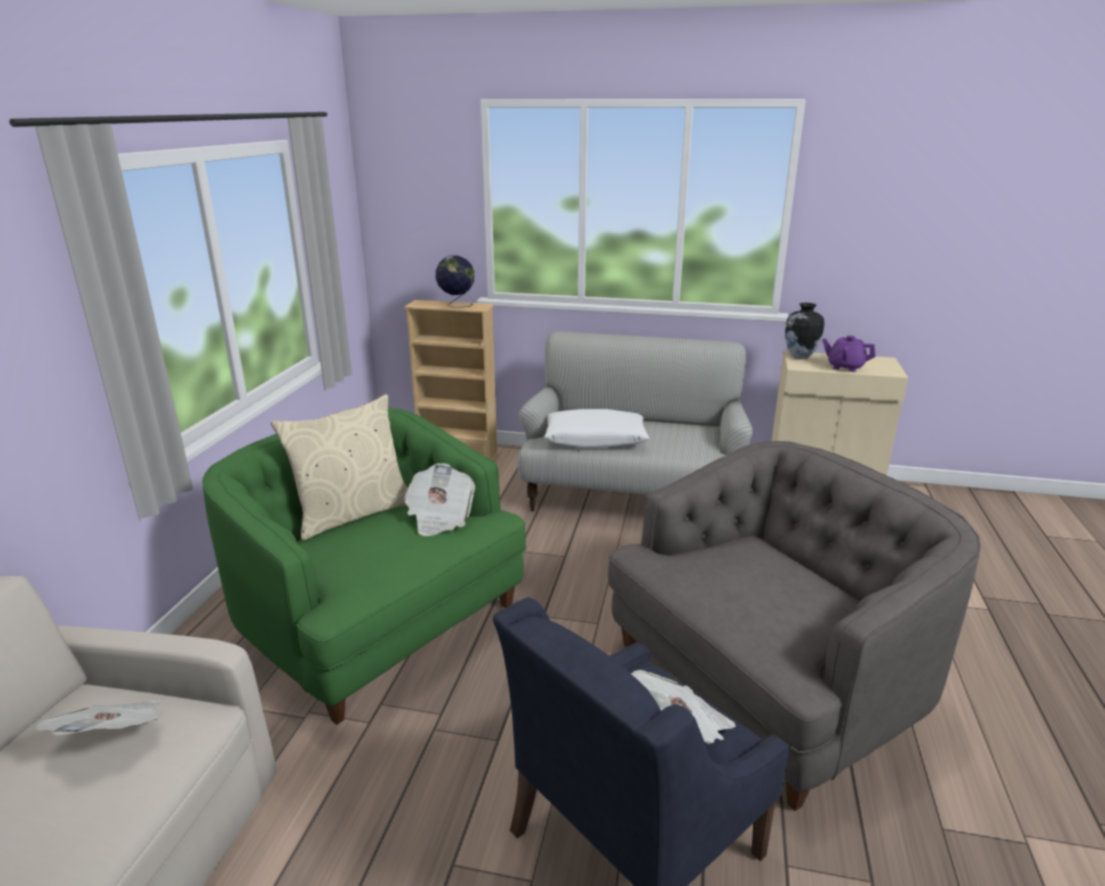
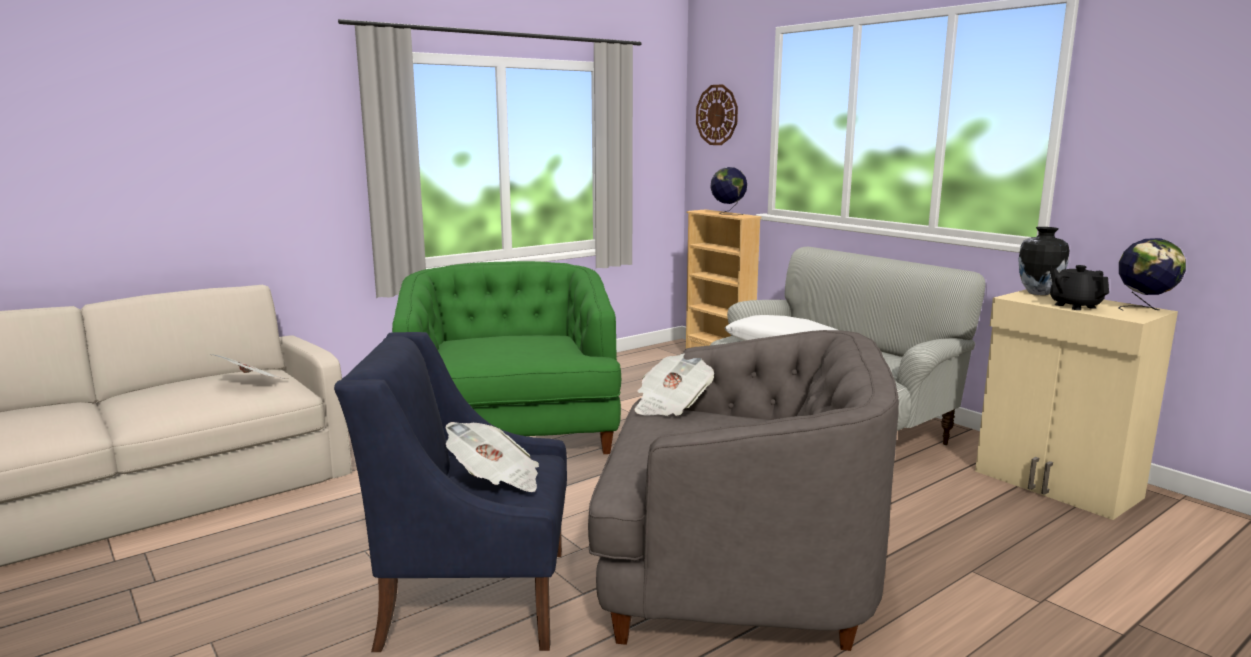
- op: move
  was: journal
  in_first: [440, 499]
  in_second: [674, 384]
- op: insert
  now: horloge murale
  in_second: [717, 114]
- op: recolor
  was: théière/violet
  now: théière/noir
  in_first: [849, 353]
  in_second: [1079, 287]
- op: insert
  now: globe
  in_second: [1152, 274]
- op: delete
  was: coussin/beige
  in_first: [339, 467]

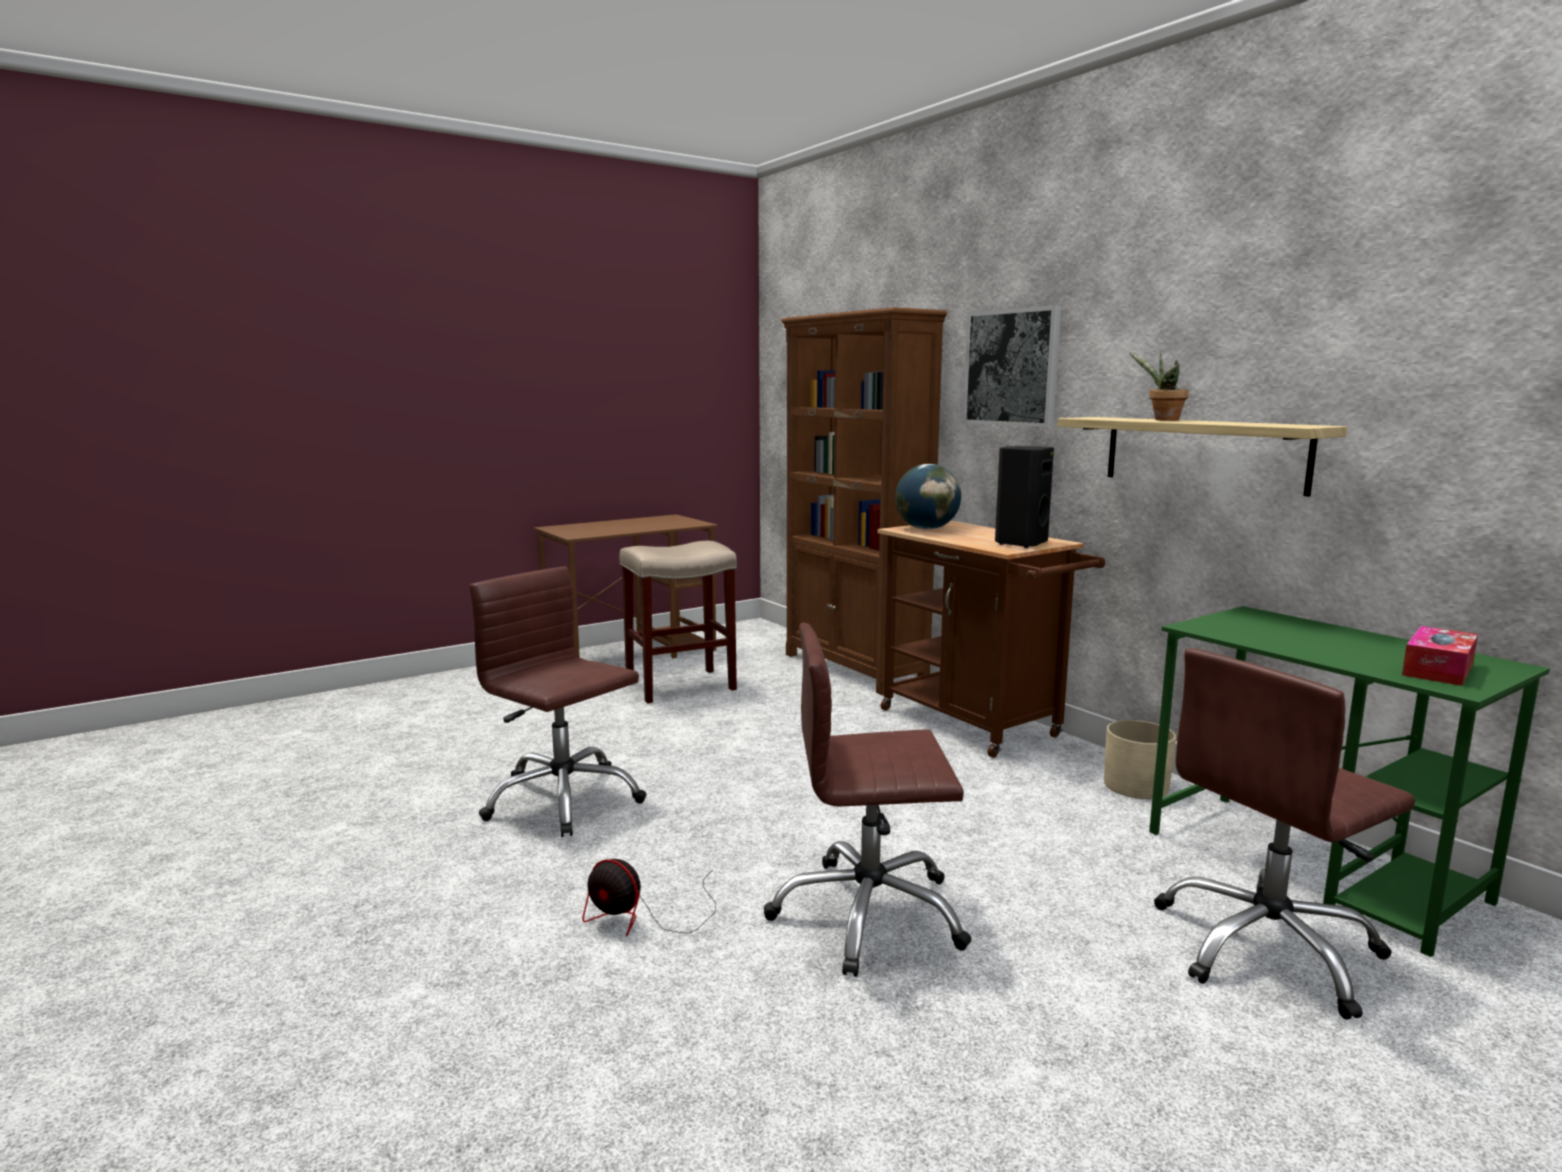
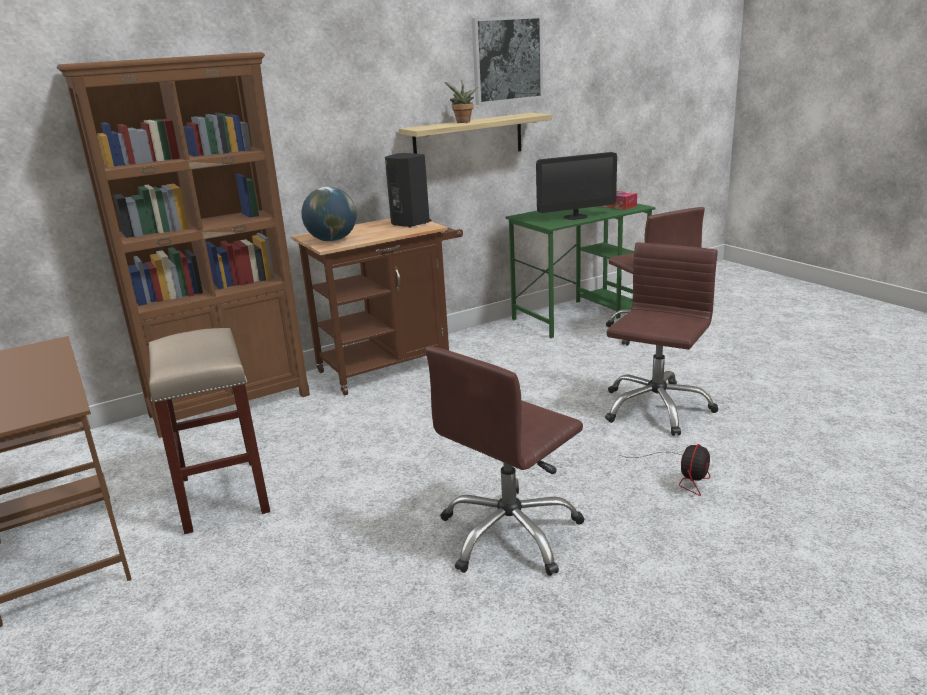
- op: move
  was: tableau
  in_first: [1012, 366]
  in_second: [507, 60]
- op: insert
  now: écran d'ordinateur
  in_second: [576, 186]
- op: rotate
  was: chaise de bureau/marron
  in_first: [868, 800]
  in_second: [661, 339]
  clockwise: -150
- op: delete
  was: cache-pot/beige
  in_first: [1140, 759]

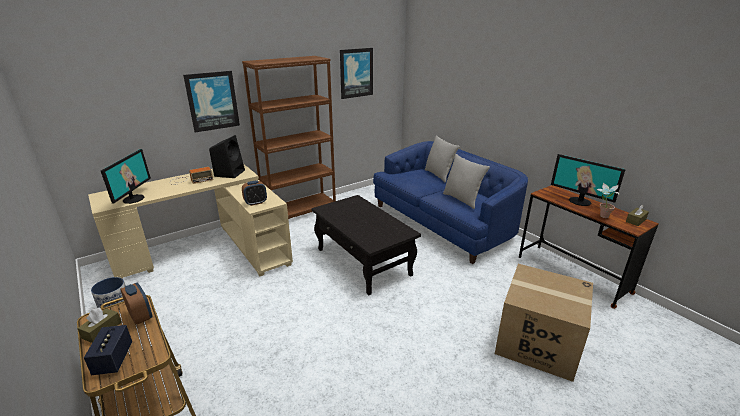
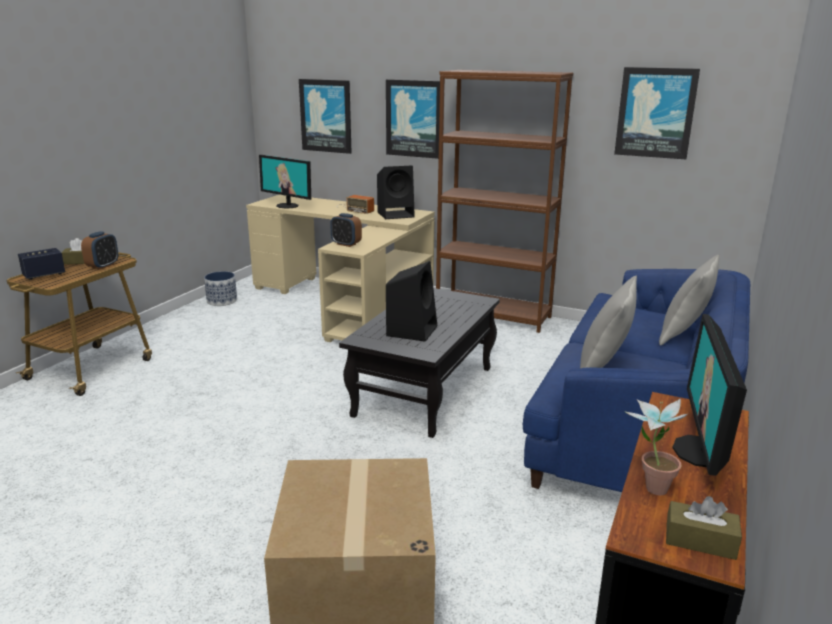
- op: rotate
  was: écran d'ordinateur
  in_first: [126, 176]
  in_second: [285, 182]
  clockwise: 60
- op: insert
  now: tableau
  in_second: [325, 116]
- op: insert
  now: enceinte/noir
  in_second: [411, 301]

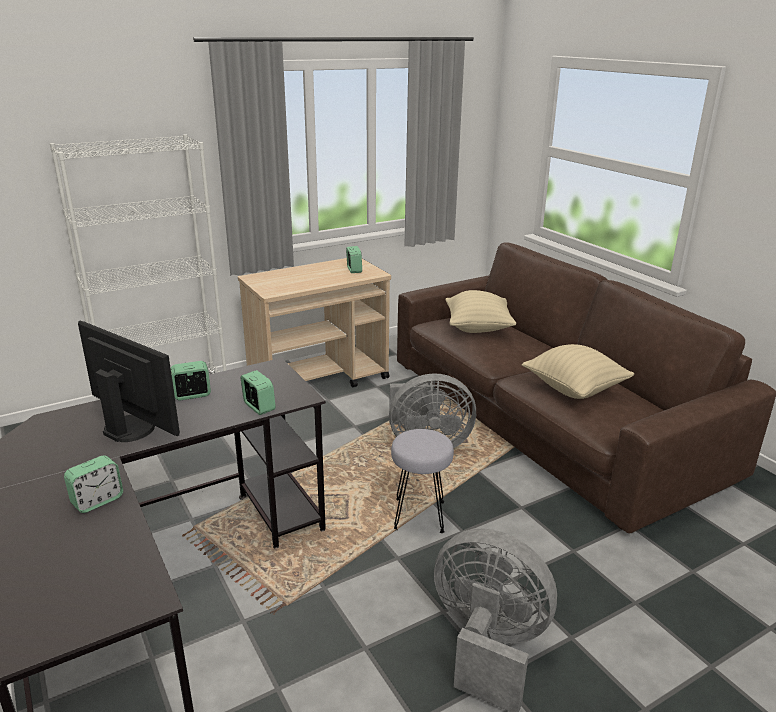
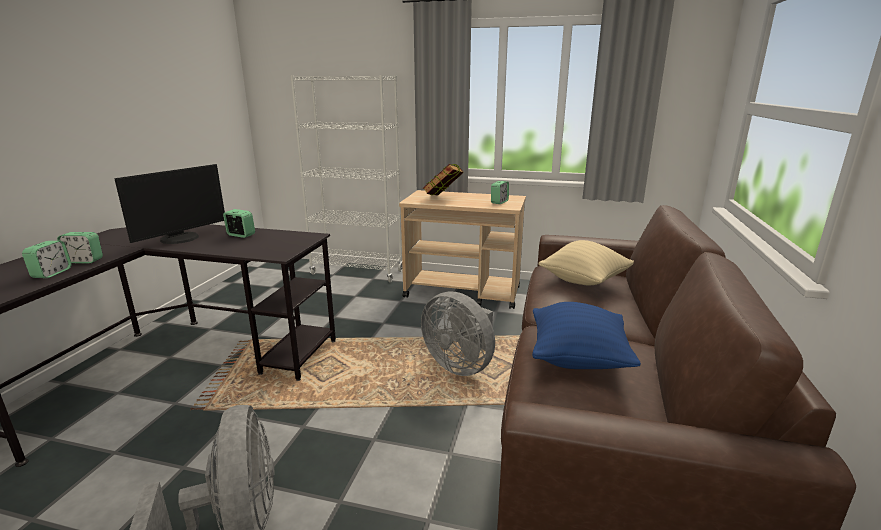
- op: move
  was: réveil
  in_first: [258, 392]
  in_second: [47, 259]
- op: rotate
  was: écran d'ordinateur
  in_first: [129, 381]
  in_second: [169, 204]
  clockwise: 45
- op: insert
  now: livre
  in_second: [443, 180]
- op: recolor
  was: coussin/beige
  now: coussin/bleu
  in_first: [578, 371]
  in_second: [586, 335]
- op: delete
  was: tabouret/gris
  in_first: [422, 481]

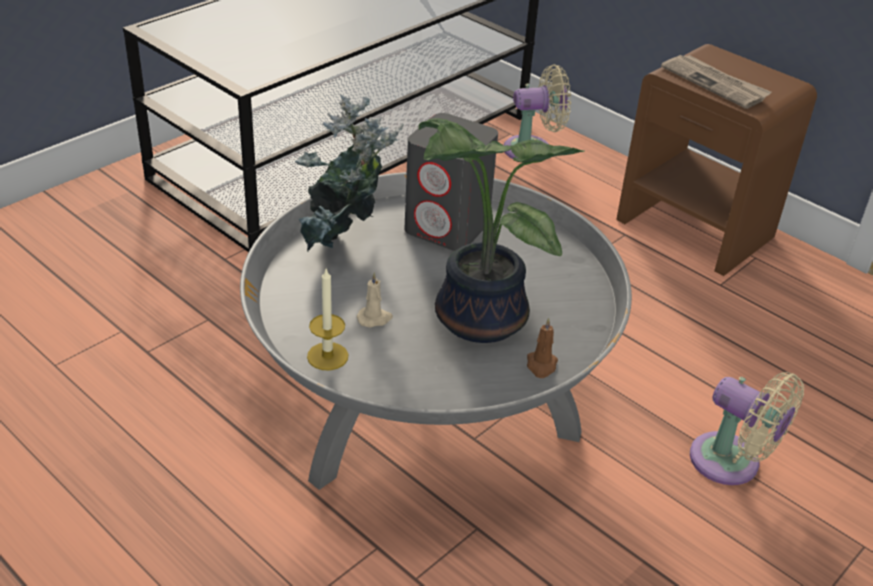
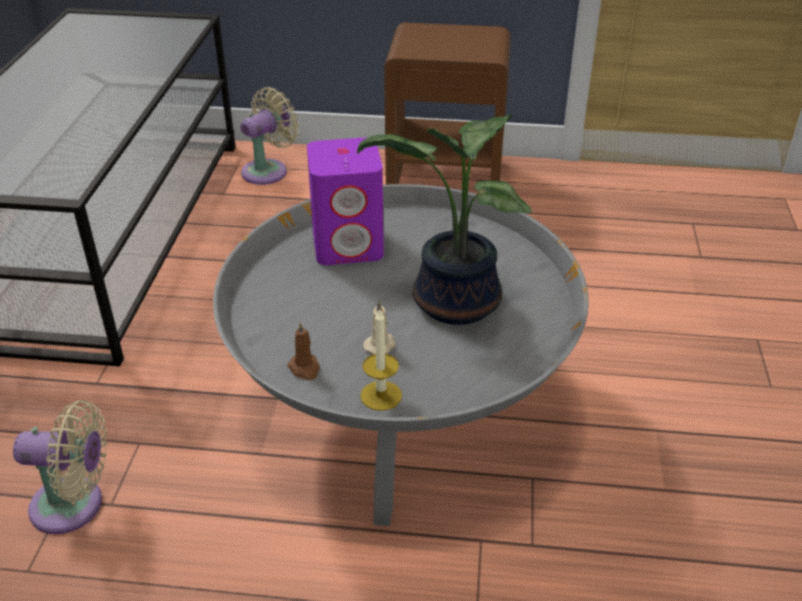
- op: move
  was: ventilateur/beige
  in_first: [747, 428]
  in_second: [60, 467]
- op: move
  was: bougie/marron
  in_first: [542, 348]
  in_second: [303, 351]
- op: recolor
  was: enceinte/gris
  now: enceinte/violet
  in_first: [451, 182]
  in_second: [345, 201]
- op: delete
  was: plante en pot
  in_first: [349, 173]
- op: delete
  was: journal
  in_first: [716, 82]

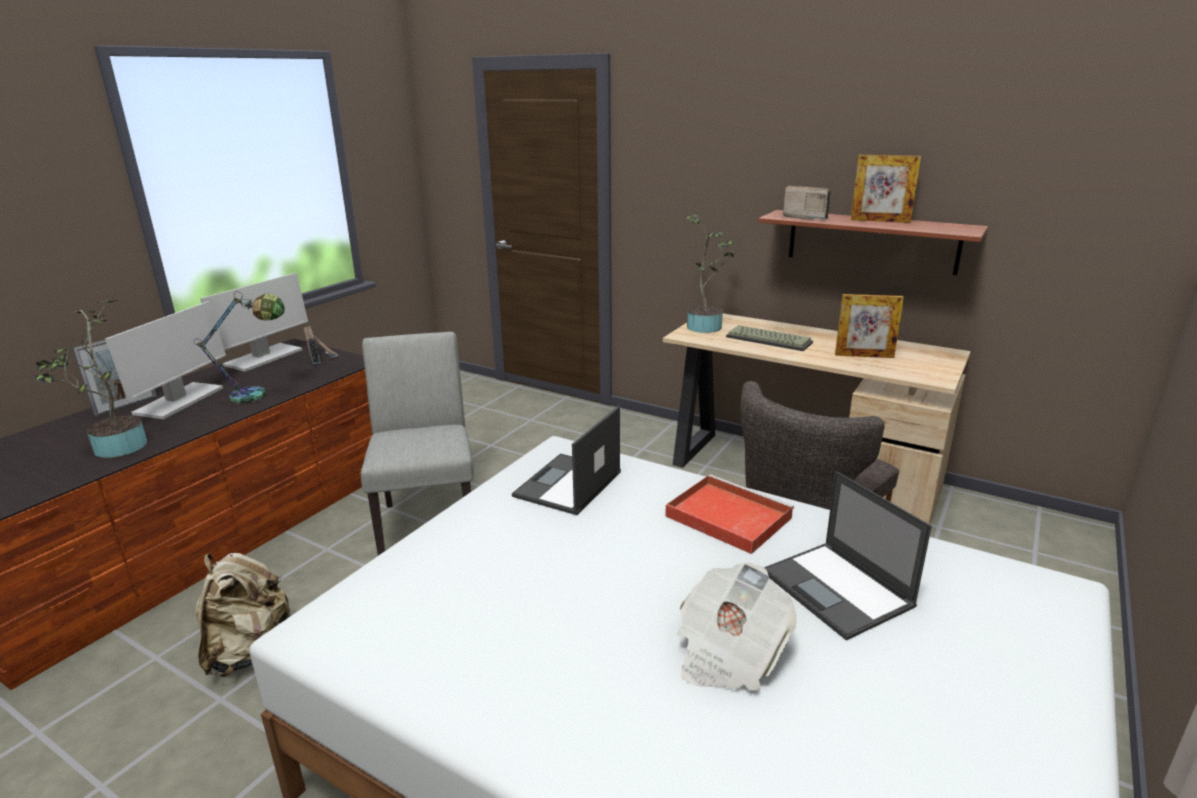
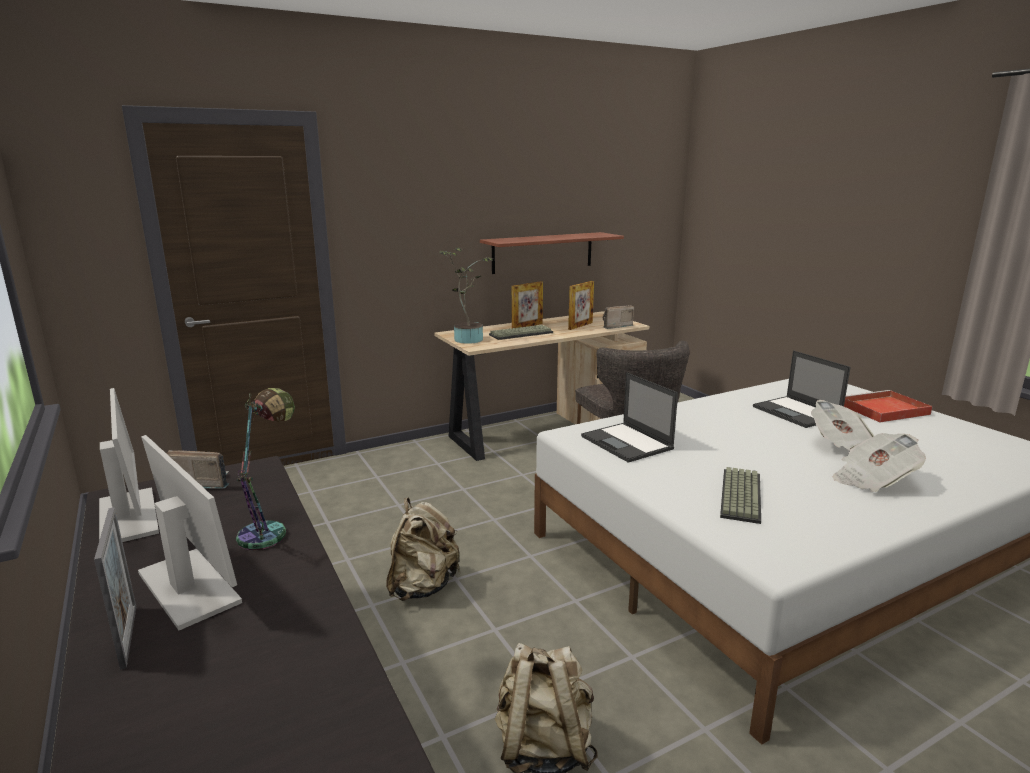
- op: replace
  was: chaise/gris
  now: sac à dos/beige
  in_first: [417, 444]
  in_second: [423, 549]
- op: move
  was: cadre photo
  in_first: [886, 189]
  in_second: [527, 304]
- op: move
  was: radio
  in_first: [807, 202]
  in_second: [618, 317]
- op: insert
  now: clavier
  in_second: [740, 495]
- op: rotate
  was: ordinateur portable
  in_first: [848, 555]
  in_second: [802, 389]
  clockwise: 60
- op: insert
  now: journal
  in_second: [879, 462]
- op: move
  was: plateau/rouge
  in_first: [729, 514]
  in_second: [888, 406]
- op: delete
  was: plante en pot
  in_first: [90, 379]

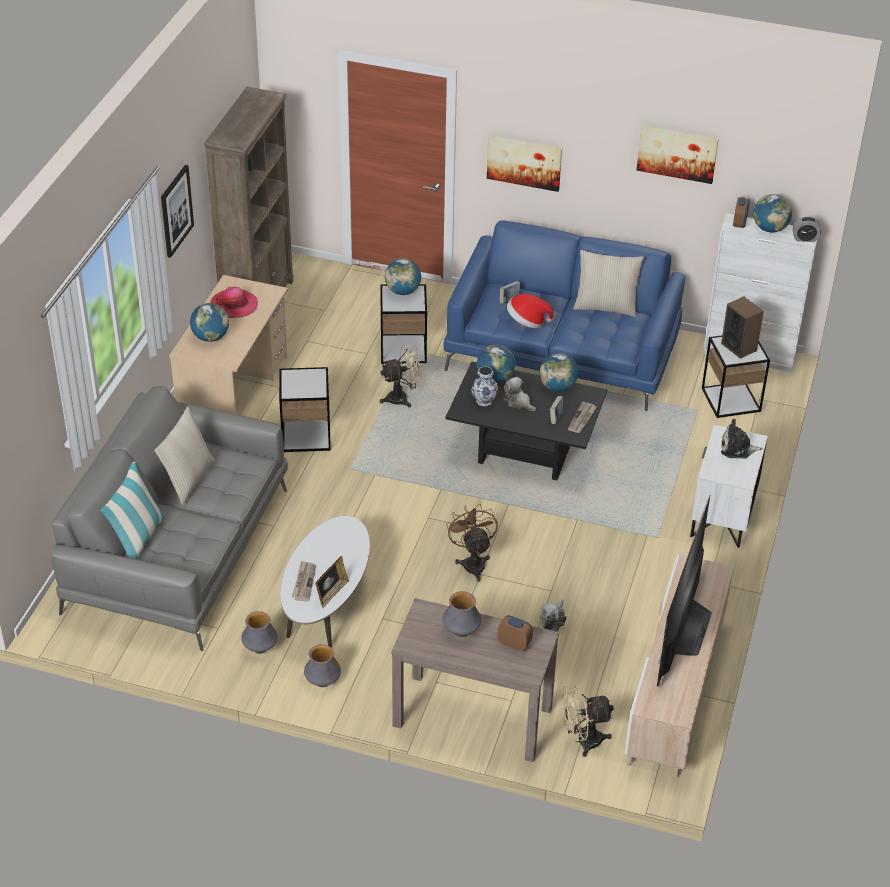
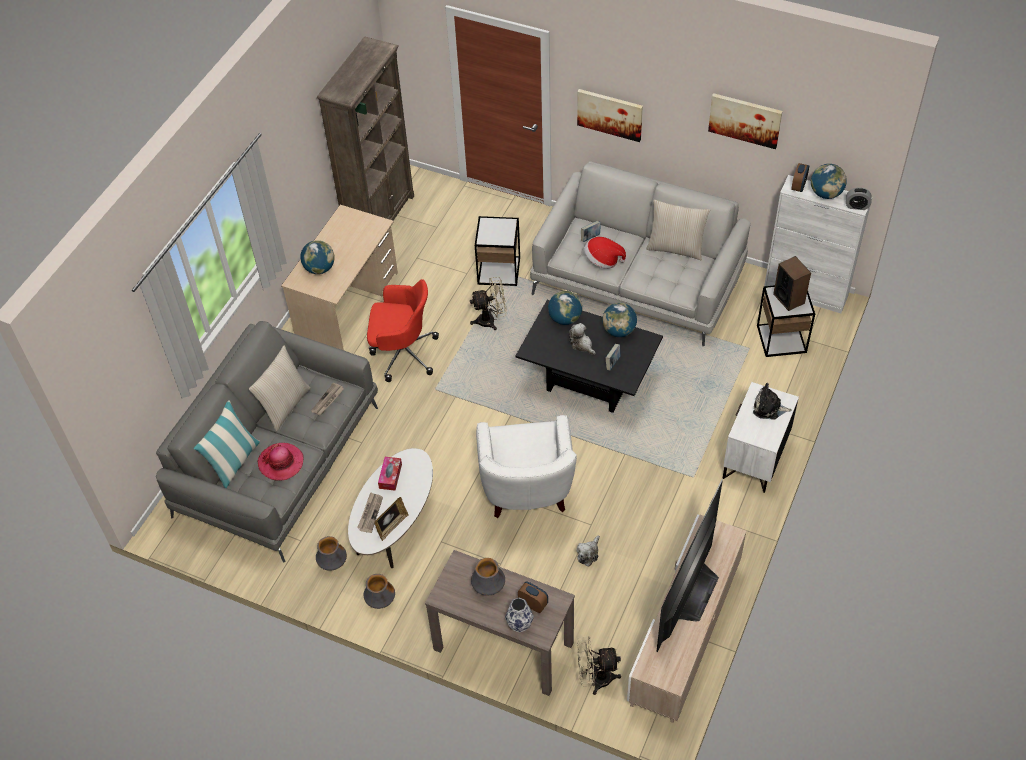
- op: move
  was: chapeau
  in_first: [234, 302]
  in_second: [280, 462]
- op: move
  was: journal
  in_first: [582, 417]
  in_second: [327, 398]
- op: replace
  was: table d'appoint
  now: chaise de bureau/rouge
  in_first: [305, 409]
  in_second: [403, 330]
- op: insert
  now: boîte à mouchoirs
  in_second: [390, 474]
- op: replace
  was: ventilateur/marron
  now: fauteuil/blanc
  in_first: [472, 543]
  in_second: [526, 466]
- op: move
  was: vase
  in_first: [484, 386]
  in_second: [519, 615]
- op: recolor
  was: canapé/bleu
  now: canapé/gris
  in_first: [564, 316]
  in_second: [640, 253]
- op: delete
  was: tableau
  in_first: [177, 211]
- op: delete
  was: globe
  in_first: [403, 276]

